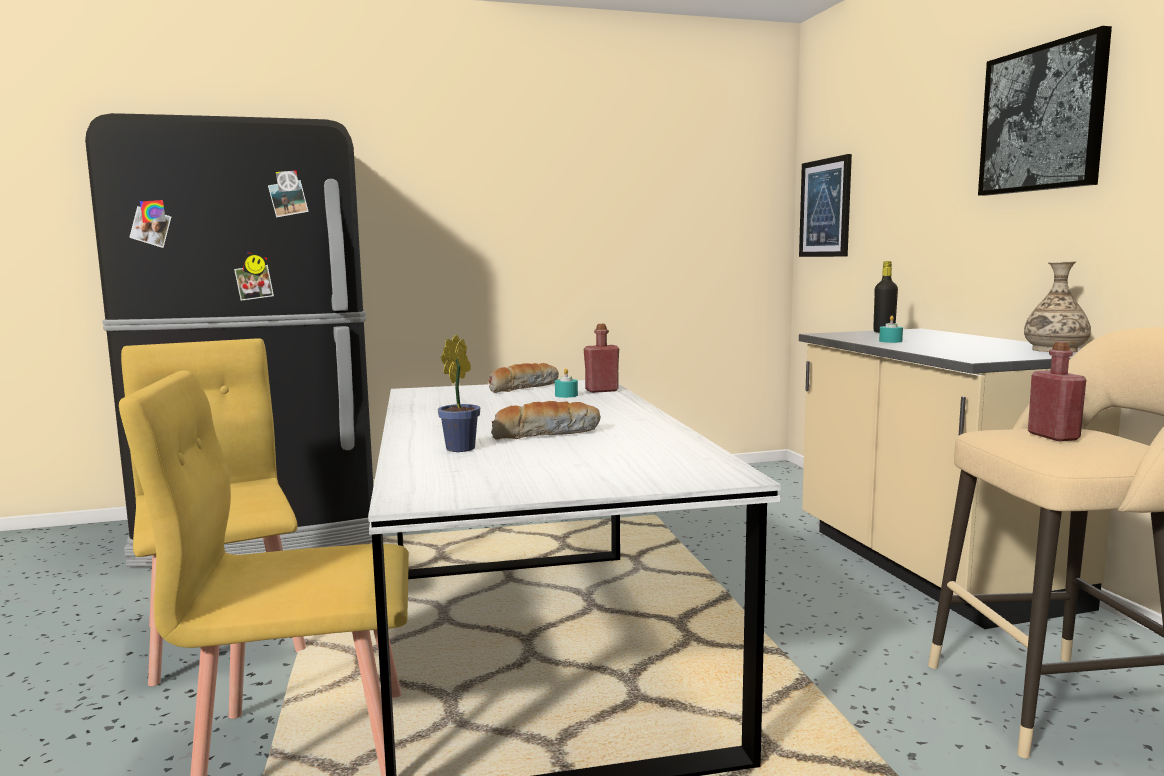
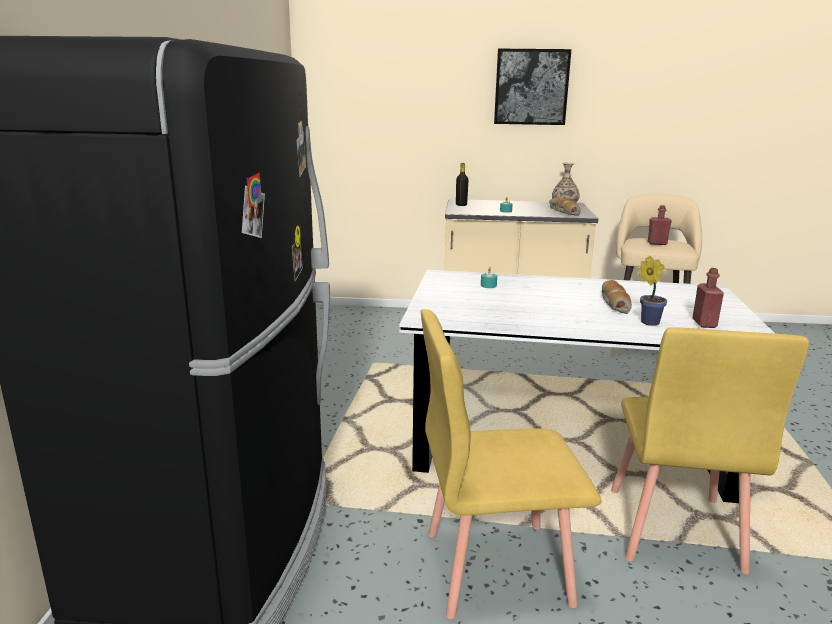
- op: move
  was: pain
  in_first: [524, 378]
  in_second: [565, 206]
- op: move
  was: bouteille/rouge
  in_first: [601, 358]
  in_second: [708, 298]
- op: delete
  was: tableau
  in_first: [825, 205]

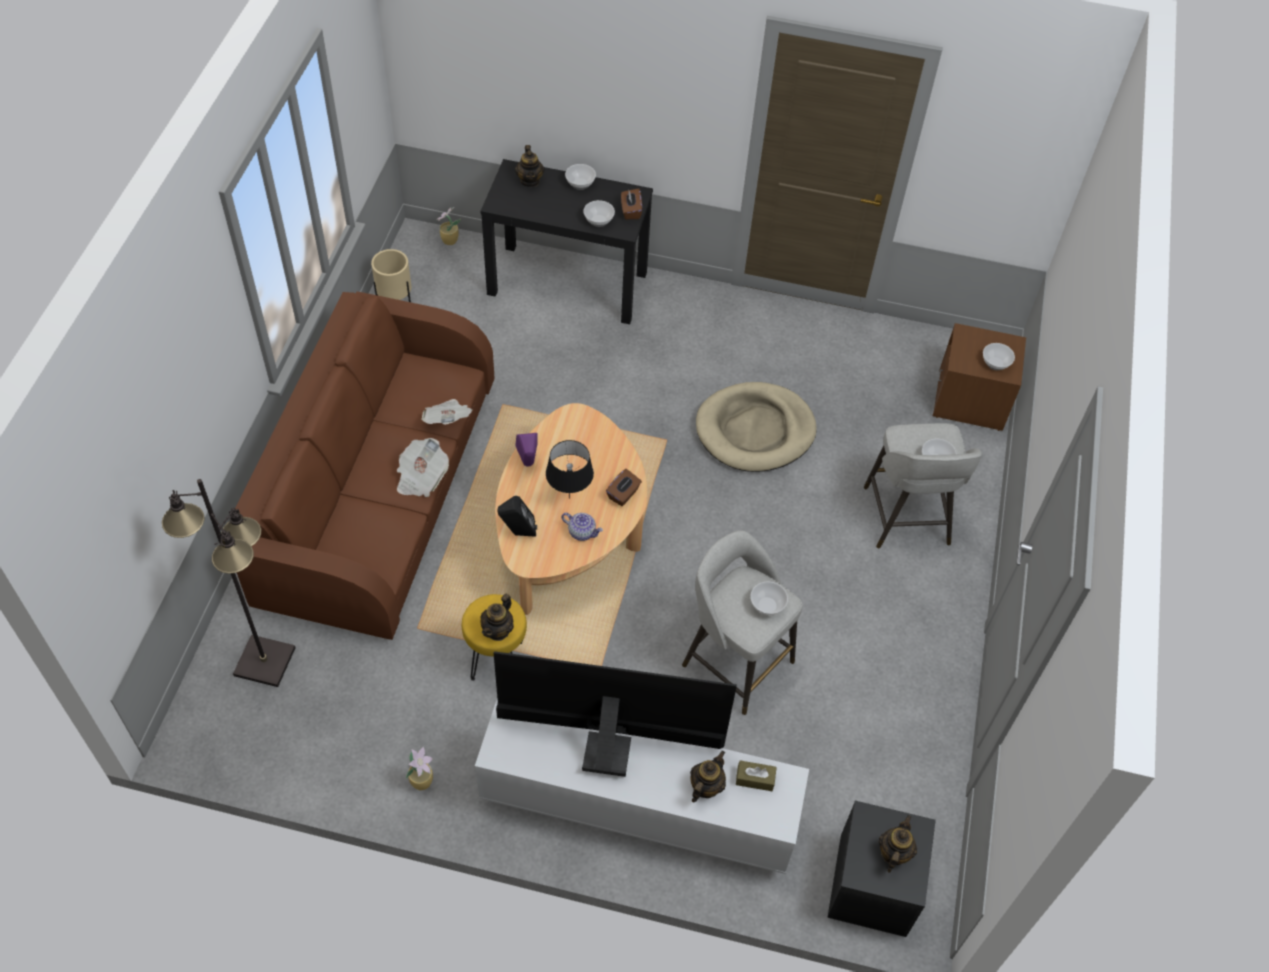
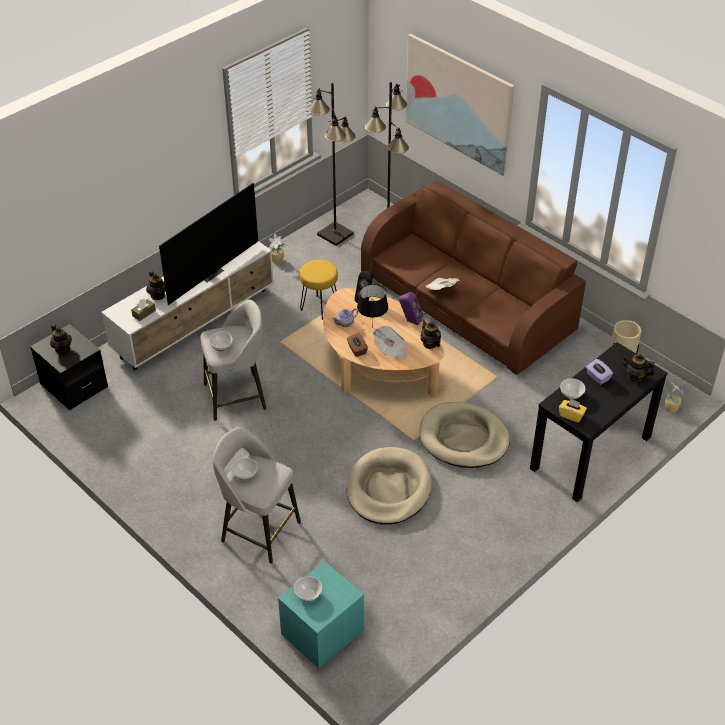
- op: recolor
  was: table de chevet/marron
  now: table de chevet/turquoise
  in_first: [979, 377]
  in_second: [321, 614]
- op: insert
  now: lampadaire/noir
  in_second: [332, 164]
- op: move
  was: journal
  in_first: [447, 412]
  in_second: [390, 343]
- op: insert
  now: tableau
  in_second: [459, 104]
- op: insert
  now: panier pour chien/beige
  in_second: [464, 435]
- op: move
  was: théière
  in_first: [497, 617]
  in_second: [431, 334]
- op: recolor
  was: boîte à mouchoirs/marron
  now: boîte à mouchoirs/jaune
  in_first: [631, 203]
  in_second: [573, 411]
- op: insert
  now: boîte à mouchoirs/violet
  in_second: [599, 372]
- op: delete
  was: bol
  in_first: [580, 177]

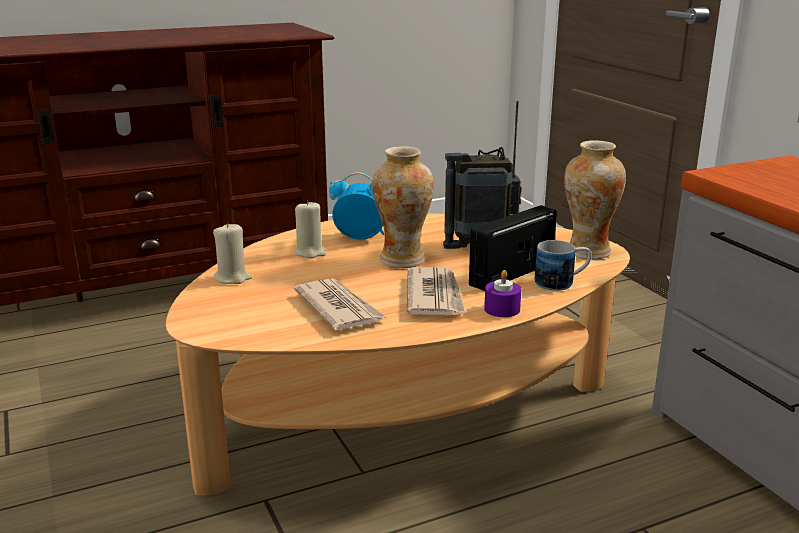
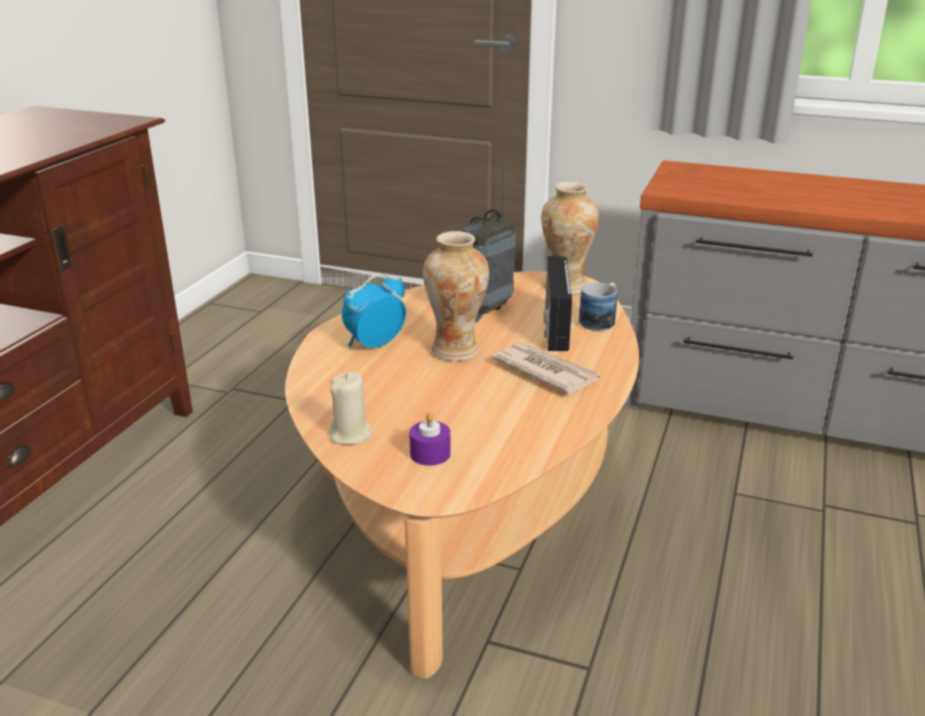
- op: move
  was: bougie/violet
  in_first: [502, 293]
  in_second: [429, 439]
- op: delete
  was: journal
  in_first: [340, 304]
- op: delete
  was: bougie/beige
  in_first: [310, 229]

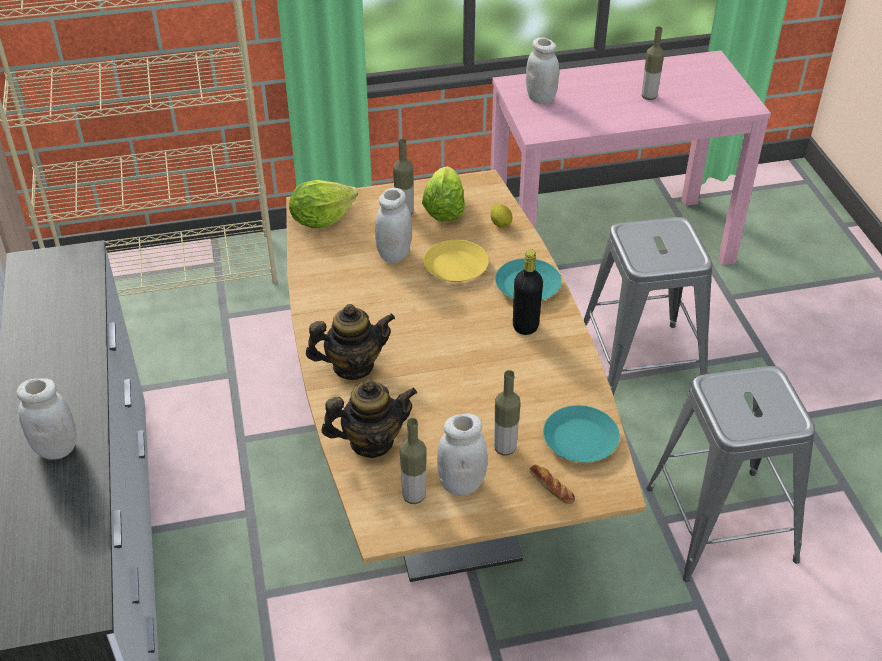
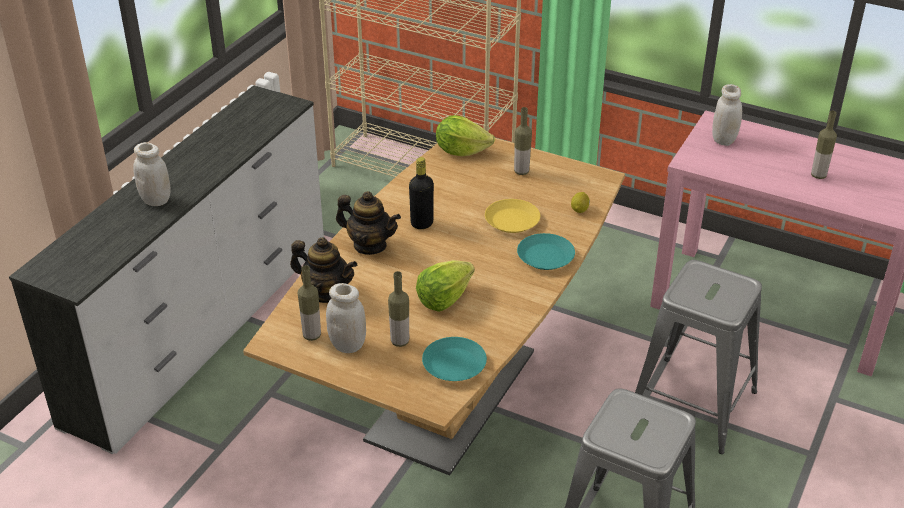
- op: move
  was: bouteille/noir
  in_first: [528, 292]
  in_second: [421, 193]
- op: move
  was: laitue
  in_first: [443, 194]
  in_second: [445, 286]
- op: delete
  was: bocal/blanc
  in_first: [393, 225]
- op: delete
  was: pain
  in_first: [552, 484]

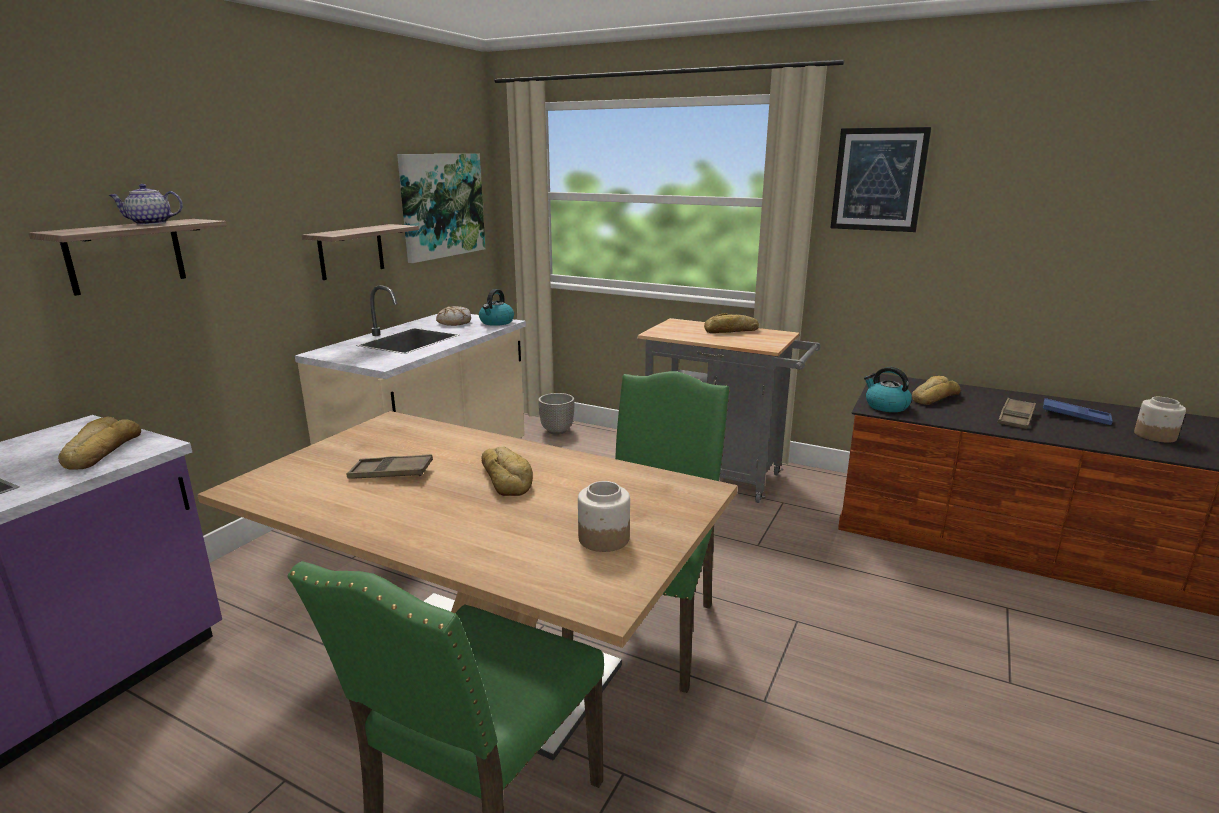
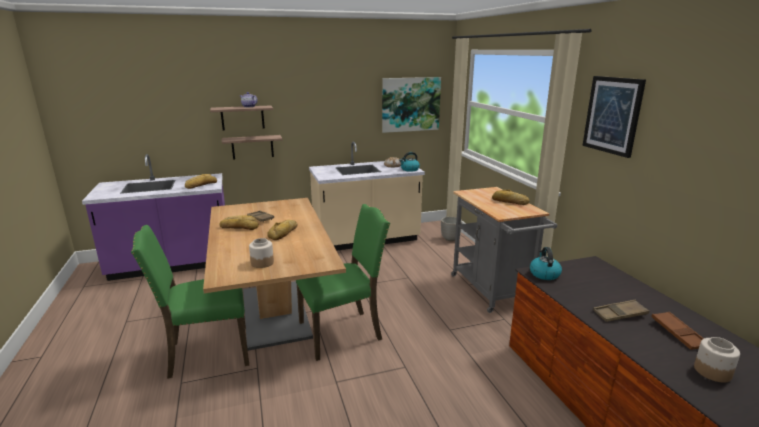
- op: move
  was: pain
  in_first: [936, 390]
  in_second: [239, 222]
- op: move
  was: étagère
  in_first: [360, 252]
  in_second: [252, 147]
- op: recolor
  was: plateau/bleu
  now: plateau/marron
  in_first: [1078, 411]
  in_second: [677, 331]

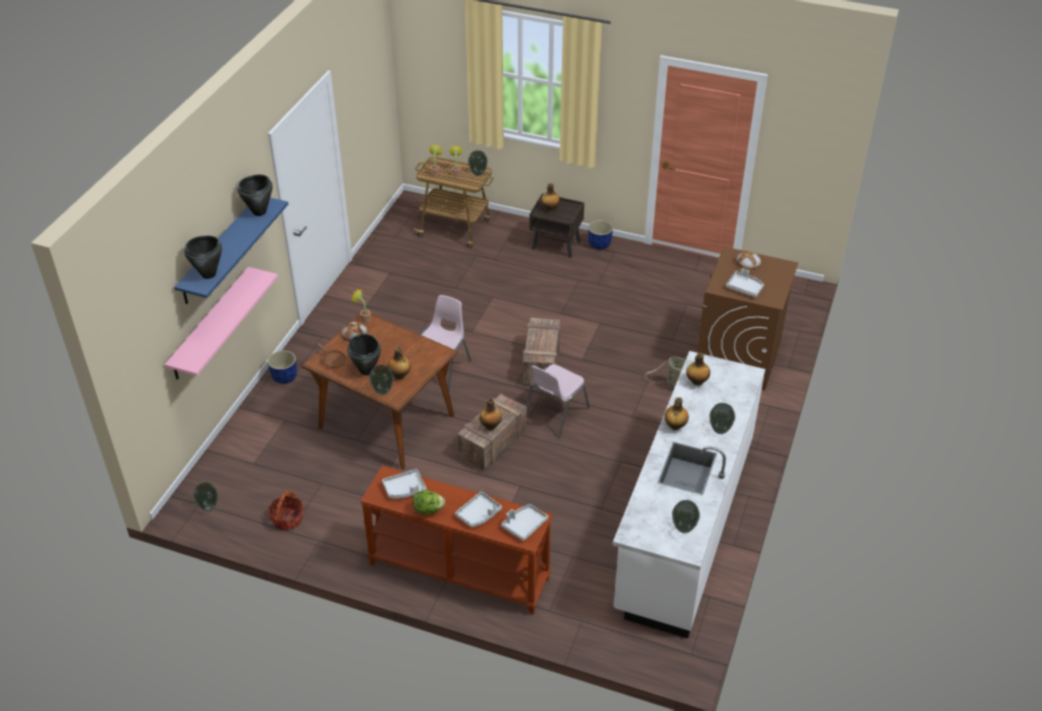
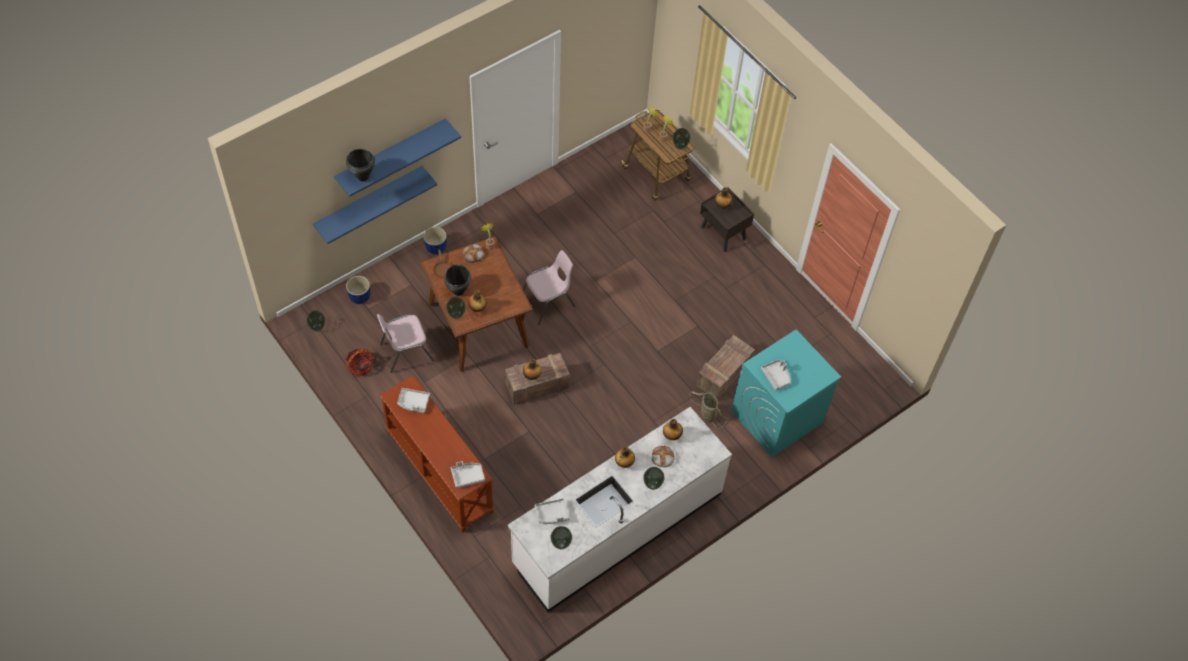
- op: recolor
  was: étagère/rose
  now: étagère/bleu
  in_first: [221, 323]
  in_second: [375, 205]
- op: move
  was: cache-pot/bleu
  in_first: [600, 235]
  in_second: [358, 290]
- op: move
  was: chaise/rose
  in_first: [558, 401]
  in_second: [405, 343]
- op: move
  was: plateau/gris
  in_first: [478, 509]
  in_second: [552, 511]
- op: move
  was: pain
  in_first: [748, 260]
  in_second: [663, 456]
- op: move
  was: caisse
  in_first: [541, 351]
  in_second: [725, 367]
- op: recolor
  was: lave-linge/marron
  now: lave-linge/turquoise
  in_first: [747, 319]
  in_second: [786, 393]
- op: delete
  was: marmite/noir
  in_first: [255, 195]
- op: delete
  was: laitue
  in_first: [429, 502]

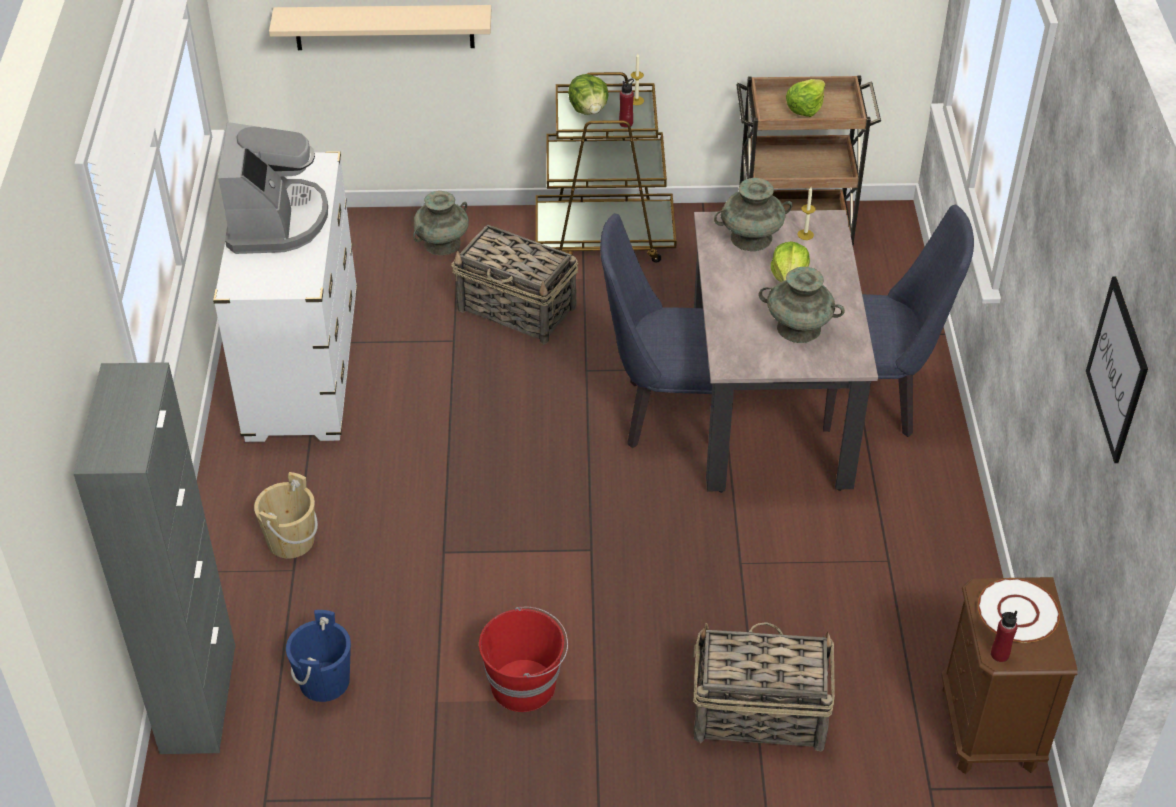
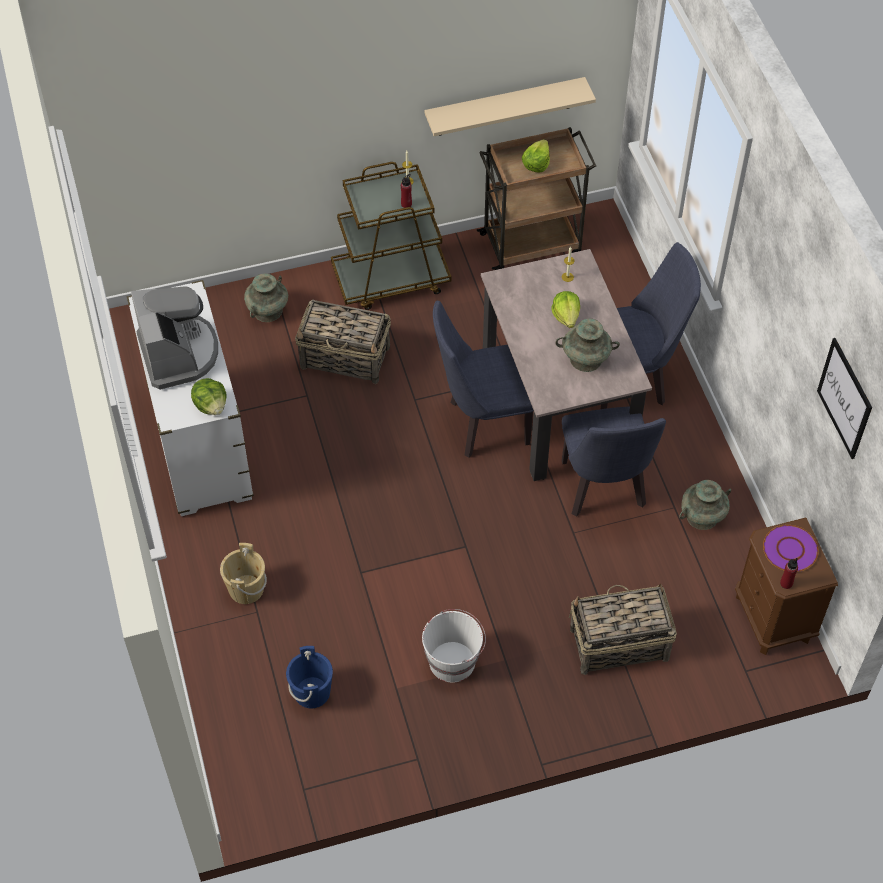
- op: move
  was: laitue
  in_first: [588, 94]
  in_second: [209, 396]
- op: recolor
  was: seau/rouge
  now: seau/blanc
  in_first: [523, 659]
  in_second: [454, 645]
- op: move
  was: étagère/beige
  in_first: [380, 27]
  in_second: [510, 106]
- op: insert
  now: chaise/bleu
  in_second: [614, 461]
- op: move
  was: vase/turquoise
  in_first: [753, 214]
  in_second: [705, 505]
- op: recolor
  was: assiette/blanc
  now: assiette/violet
  in_first: [1019, 610]
  in_second: [791, 548]
- op: delete
  was: meuble de rangement/gris
  in_first: [155, 558]

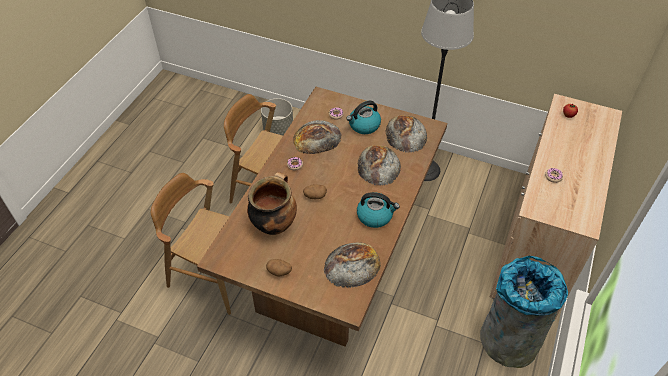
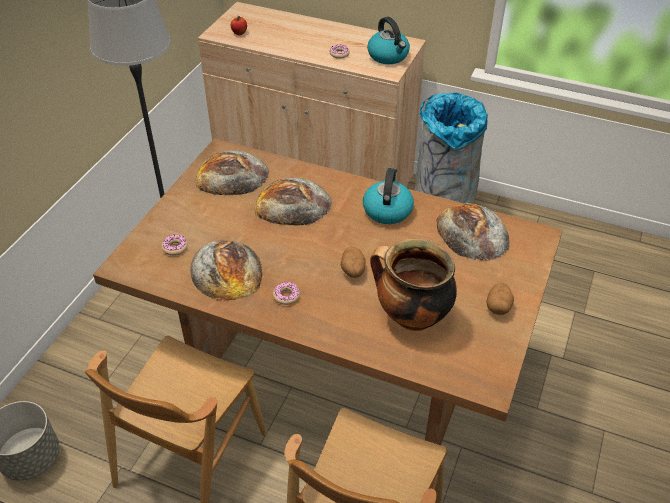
- op: move
  was: bouilloire
  in_first: [363, 117]
  in_second: [388, 40]

